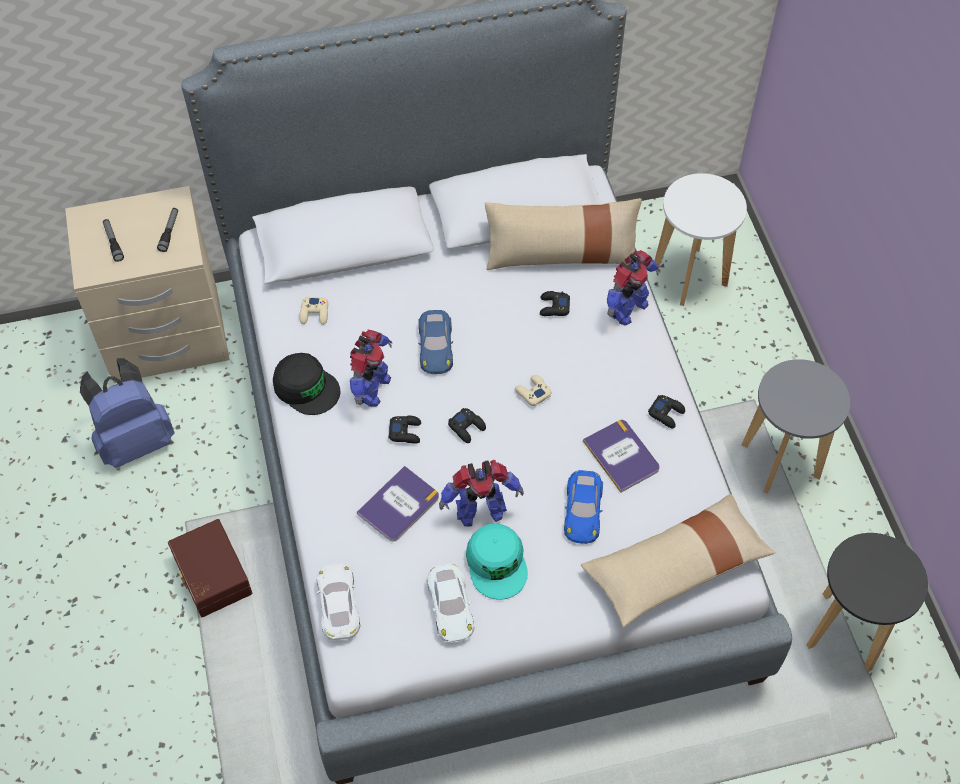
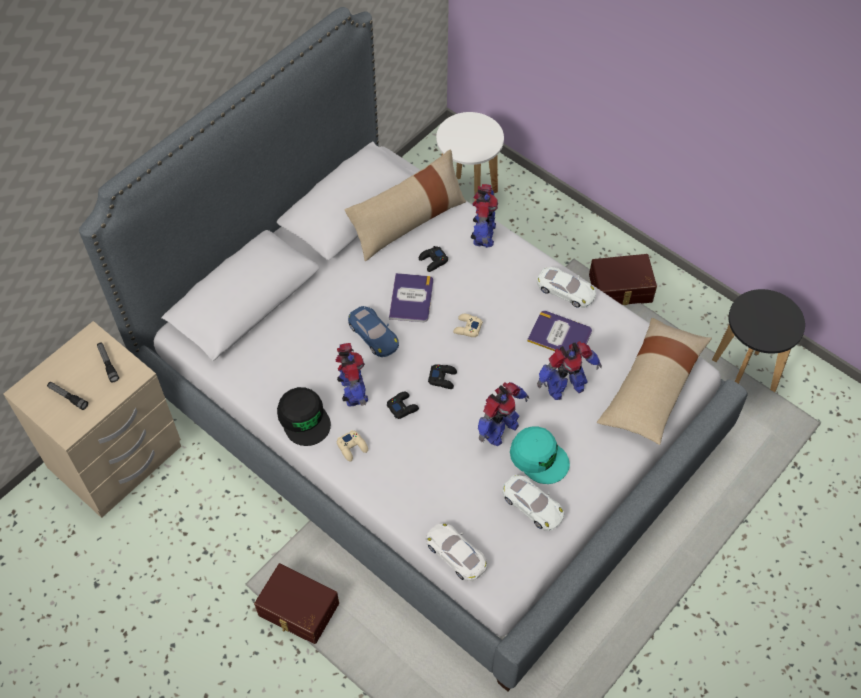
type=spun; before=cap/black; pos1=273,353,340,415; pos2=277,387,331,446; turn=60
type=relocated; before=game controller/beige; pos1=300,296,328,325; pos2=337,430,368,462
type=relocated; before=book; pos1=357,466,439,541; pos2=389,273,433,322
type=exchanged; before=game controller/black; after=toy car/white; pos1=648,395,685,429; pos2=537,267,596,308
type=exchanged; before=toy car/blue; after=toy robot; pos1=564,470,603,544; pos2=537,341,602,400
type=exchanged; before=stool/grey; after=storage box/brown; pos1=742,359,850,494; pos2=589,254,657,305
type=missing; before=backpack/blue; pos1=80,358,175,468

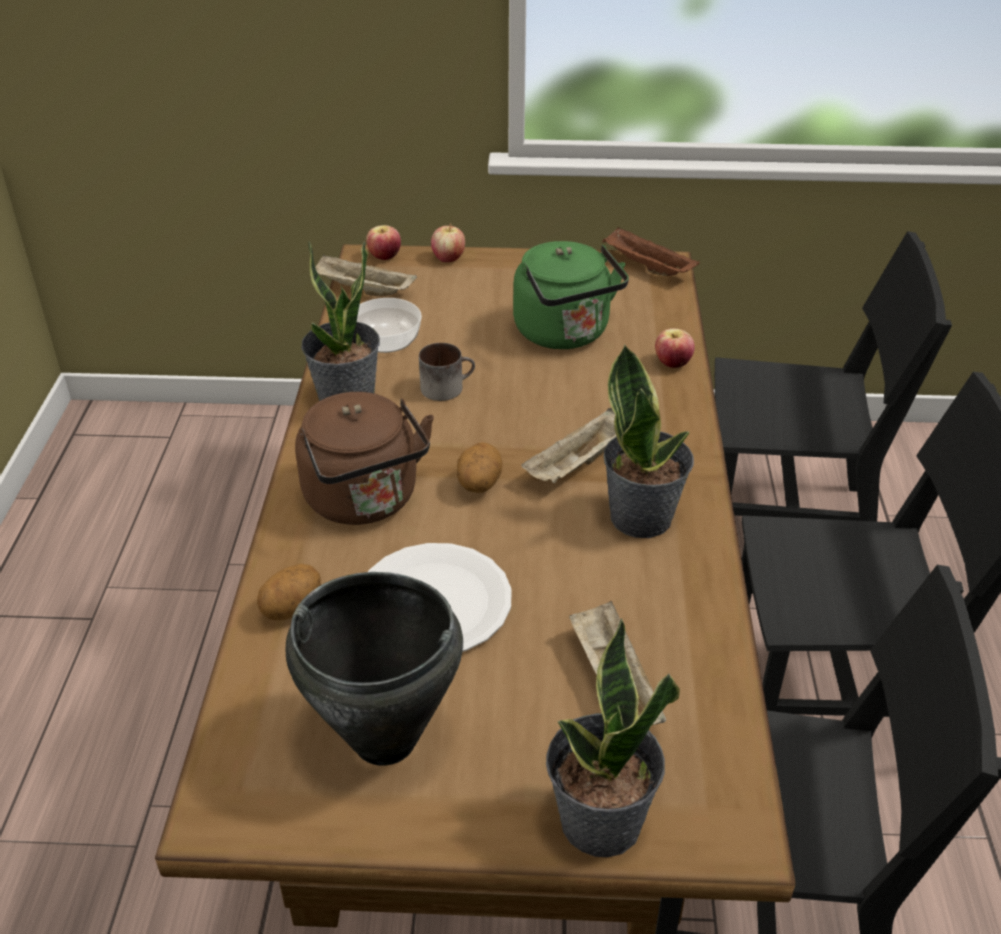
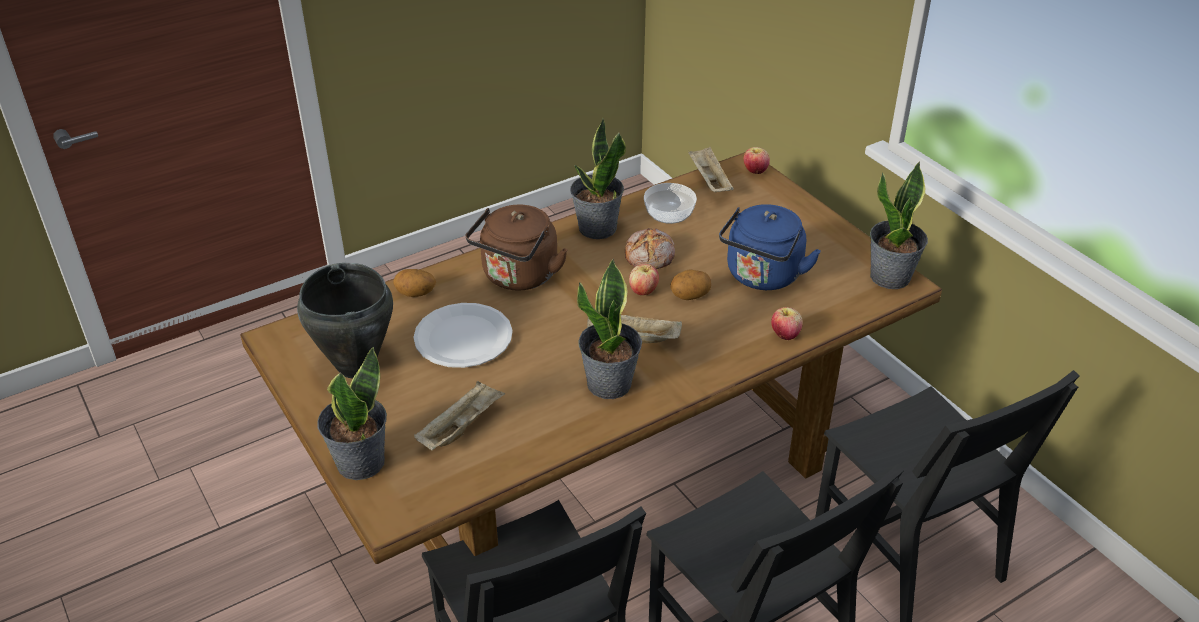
type=exchanged; before=mug; after=bread; pos1=419,343,475,401; pos2=625,228,675,269
type=relocated; before=apple; pos1=431,224,465,262; pos2=629,264,659,295
type=relocated; before=potato; pos1=457,442,502,493; pos2=670,269,711,300
type=colour; before=kettle/green; after=kettle/blue; pos1=513,241,629,349; pos2=719,204,821,290
type=exchanged; before=tray/brown; after=potted plant; pos1=602,227,700,276; pos2=870,161,928,289

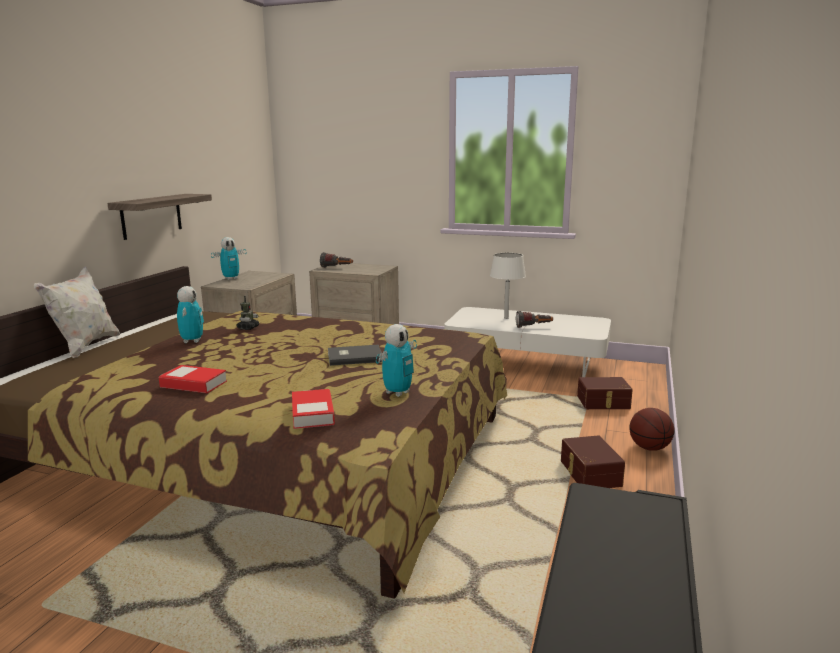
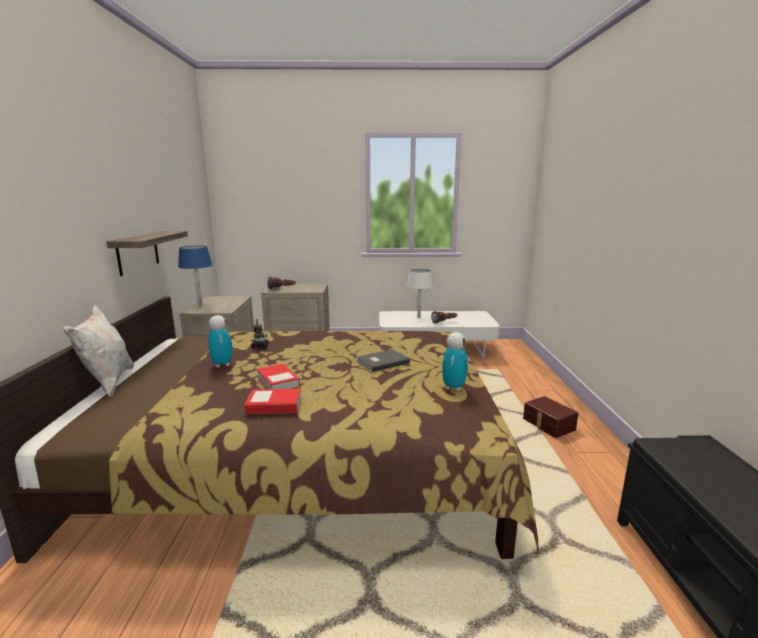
type=exchanged; before=toy robot; after=table lamp/blue; pos1=211,237,247,280; pos2=178,246,213,305
type=relocated; before=book; pos1=292,389,335,429; pos2=257,363,300,389
type=missing; before=storage box/brown; pos1=577,377,633,409
type=missing; before=basketball; pos1=629,408,674,451

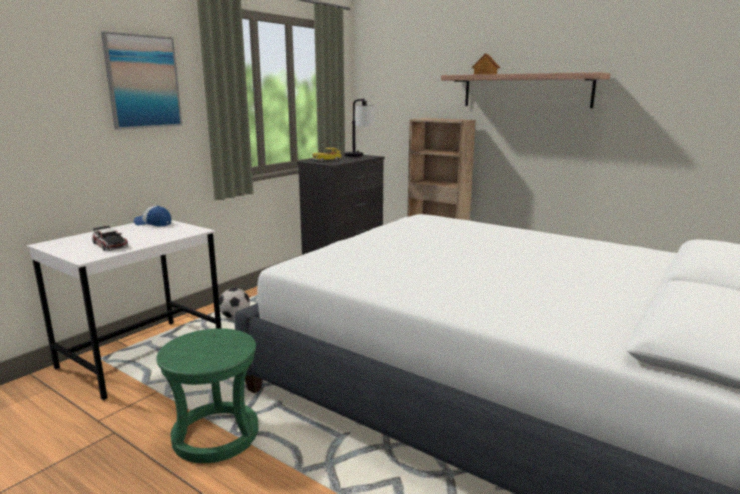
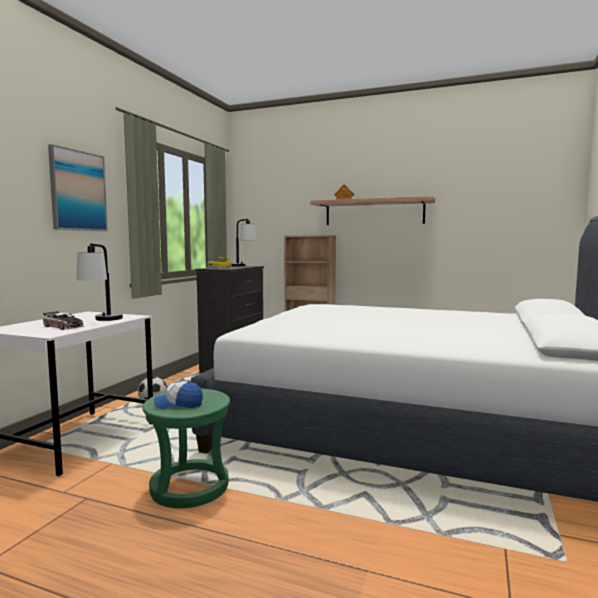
type=appeared; after=table lamp; pos2=76,243,123,321
type=relocated; before=cap; pos1=133,206,171,226; pos2=154,381,203,409

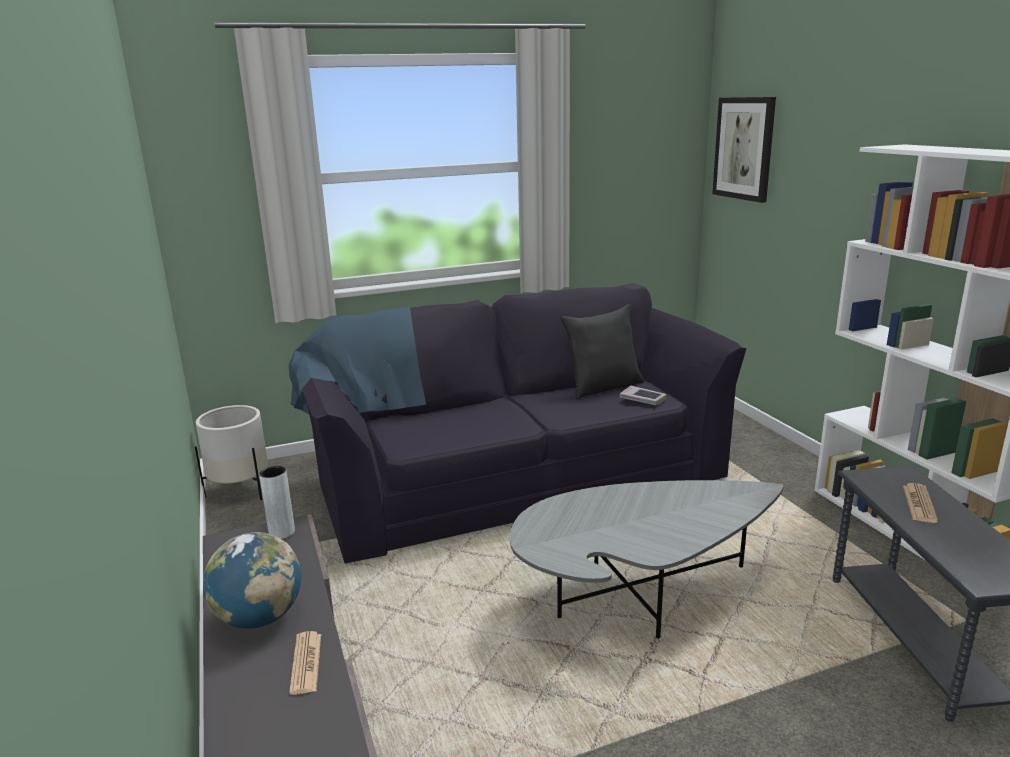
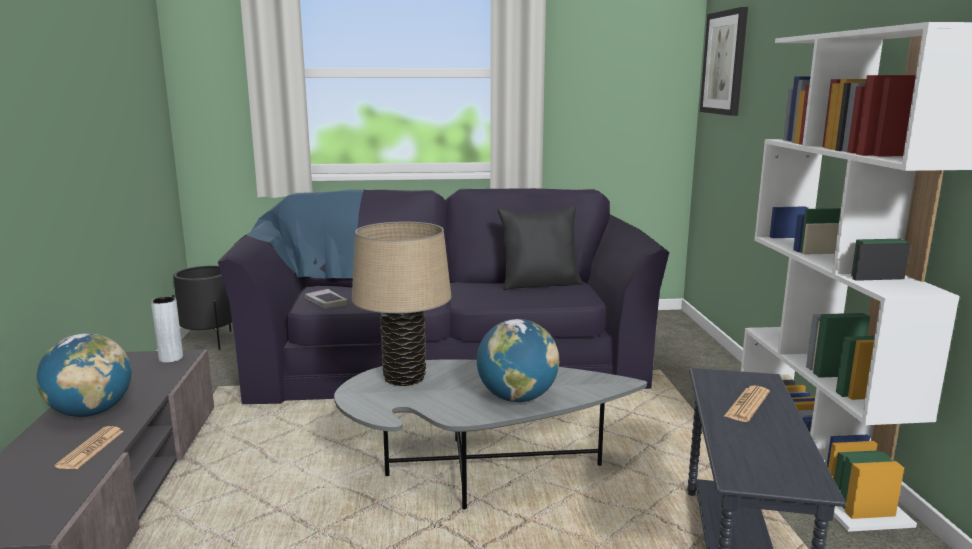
type=colour; before=planter/white; after=planter/black; pos1=195,405,268,500; pos2=172,265,232,350
type=relocated; before=book; pos1=620,386,667,405; pos2=305,289,348,308
type=appeared; after=table lamp/beige; pos2=352,222,451,386
type=appeared; after=globe; pos2=477,319,559,402

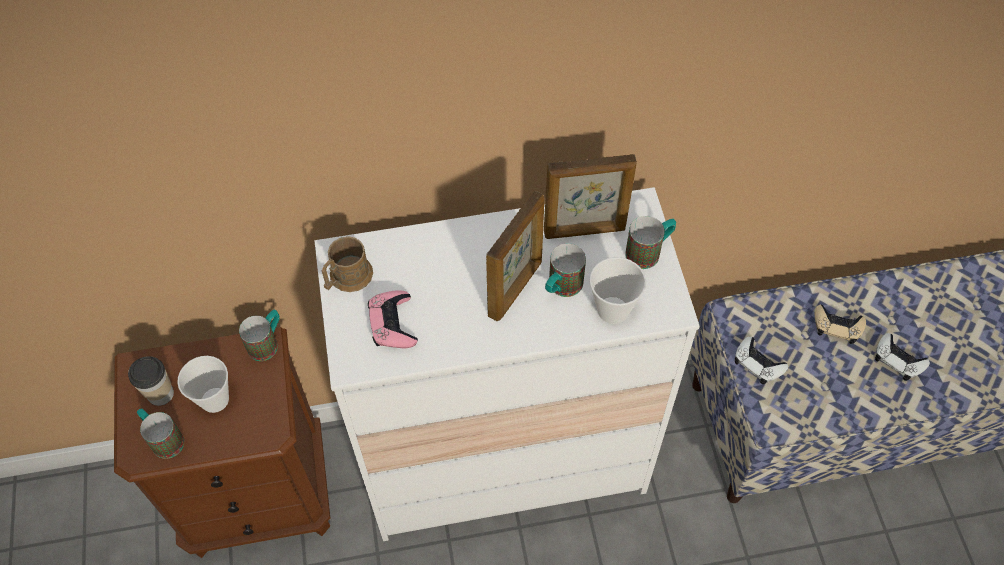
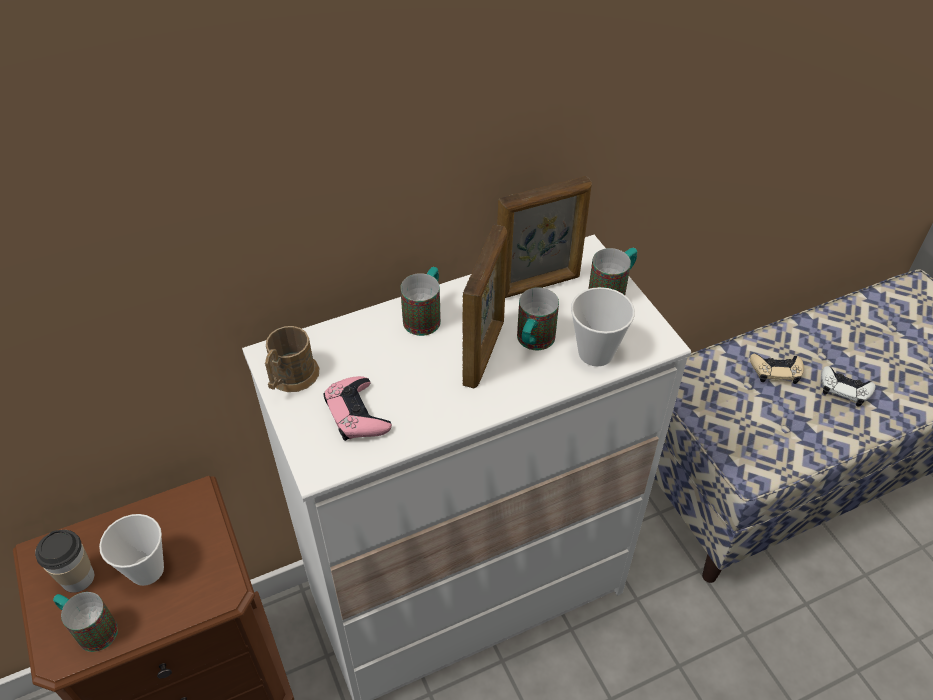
type=relocated; before=mug; pos1=239,310,280,361; pos2=400,267,441,336
type=missing; before=game controller/white; pos1=735,337,788,384

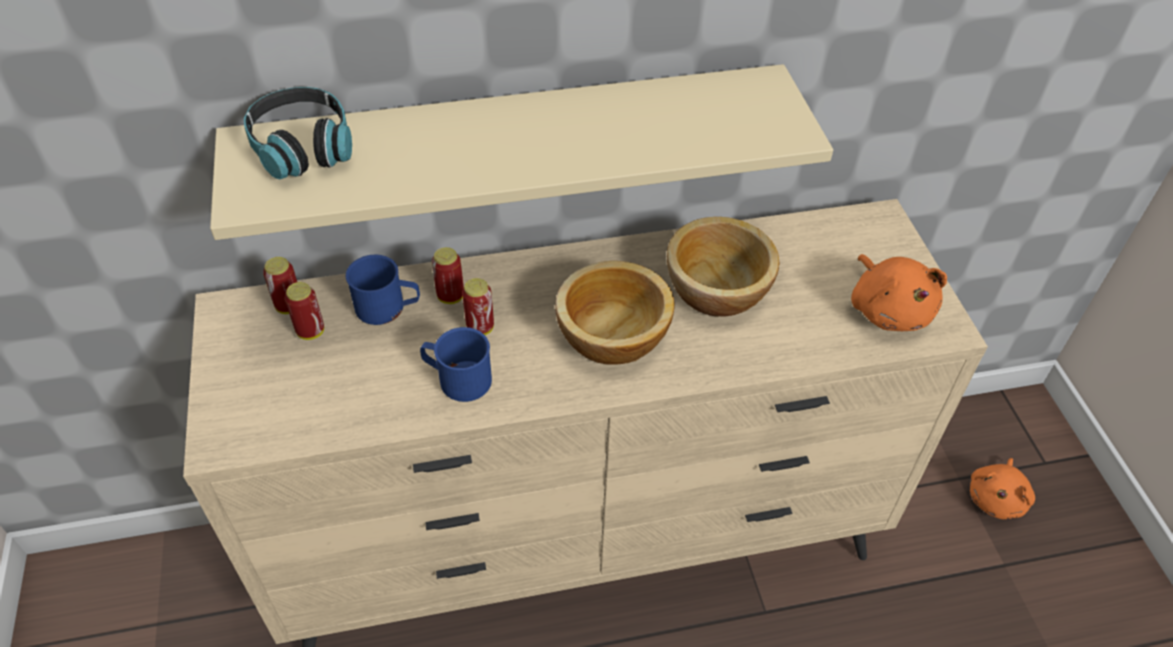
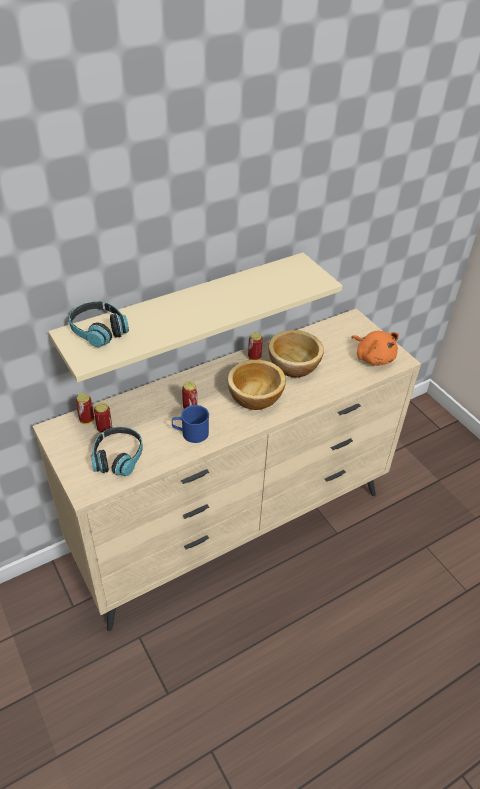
type=appeared; after=headphones; pos2=91,427,143,476
type=relocated; before=can; pos1=432,247,464,304; pos2=248,333,263,360
type=missing; before=mug/blue; pos1=346,255,420,325
type=missing; before=plush toy/orange; pos1=970,458,1035,519

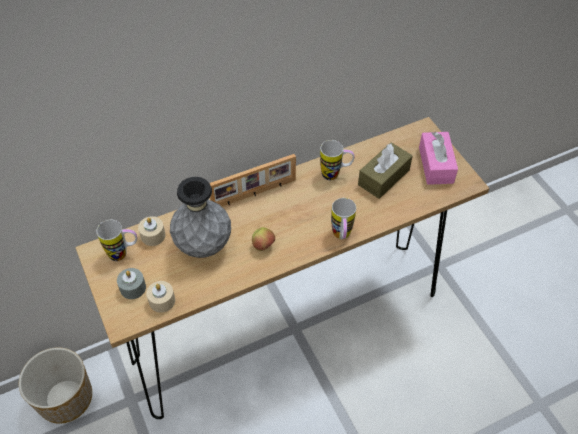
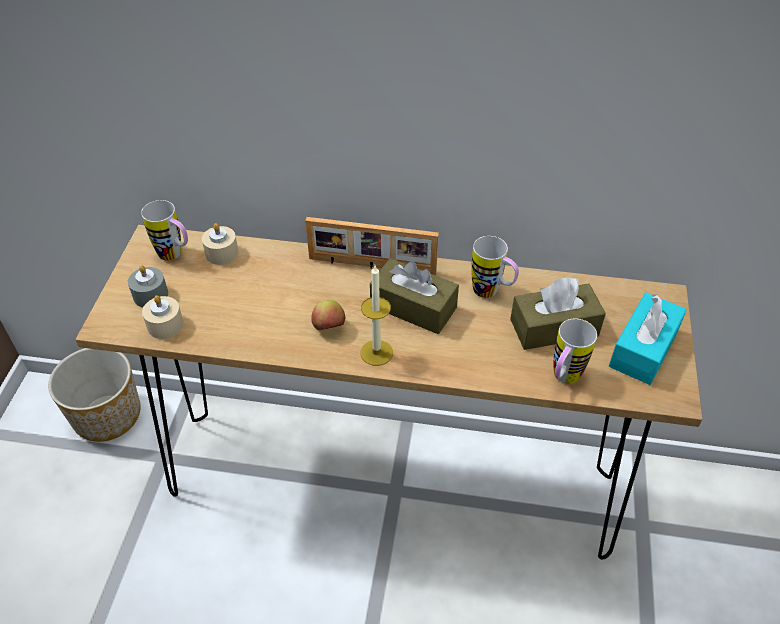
type=appeared; after=candle; pos2=360,266,393,366
type=appeared; after=tissue box/brown; pos2=370,258,459,334
type=relocated; before=mug; pos1=331,198,356,239; pos2=554,319,597,384
type=colour; before=tissue box/pink; after=tissue box/turquoise; pos1=419,132,458,185; pos2=609,293,687,385
type=missing; before=vase/grey; pos1=170,177,231,258

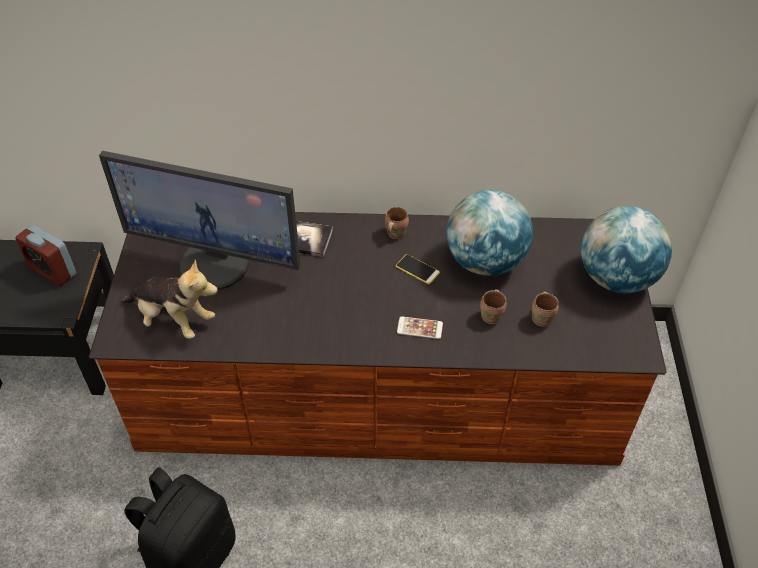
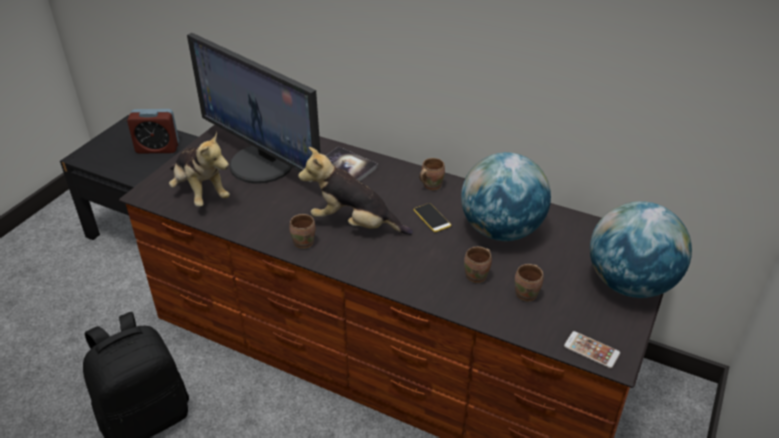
type=spun; before=alarm clock; pos1=15,224,76,287; pos2=127,109,179,153; turn=-60
type=appeared; after=mug/brown; pos2=289,214,315,249
type=appeared; after=plush toy; pos2=298,147,413,235
type=relocated; before=phone; pos1=397,316,443,339; pos2=564,331,620,368

